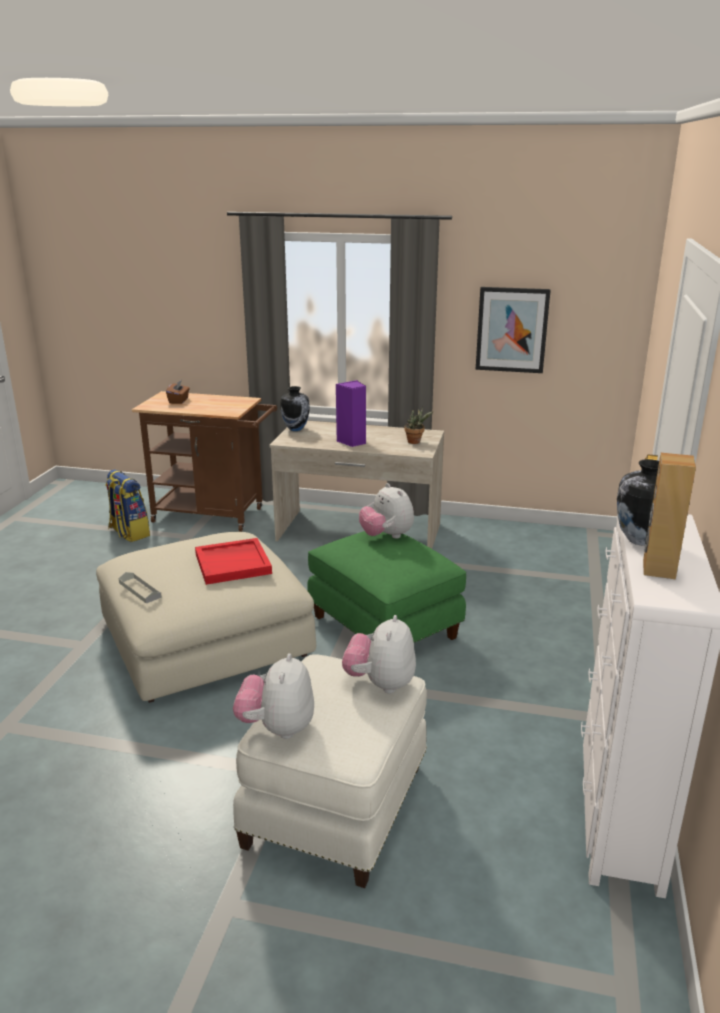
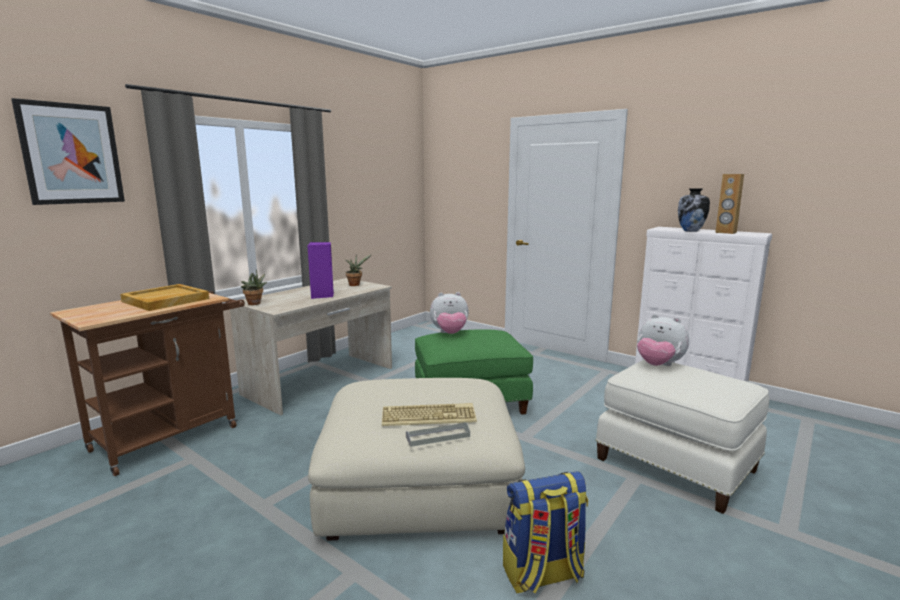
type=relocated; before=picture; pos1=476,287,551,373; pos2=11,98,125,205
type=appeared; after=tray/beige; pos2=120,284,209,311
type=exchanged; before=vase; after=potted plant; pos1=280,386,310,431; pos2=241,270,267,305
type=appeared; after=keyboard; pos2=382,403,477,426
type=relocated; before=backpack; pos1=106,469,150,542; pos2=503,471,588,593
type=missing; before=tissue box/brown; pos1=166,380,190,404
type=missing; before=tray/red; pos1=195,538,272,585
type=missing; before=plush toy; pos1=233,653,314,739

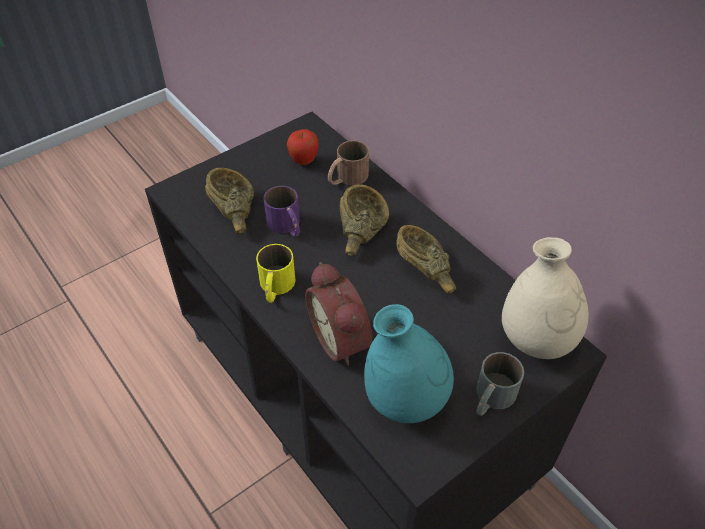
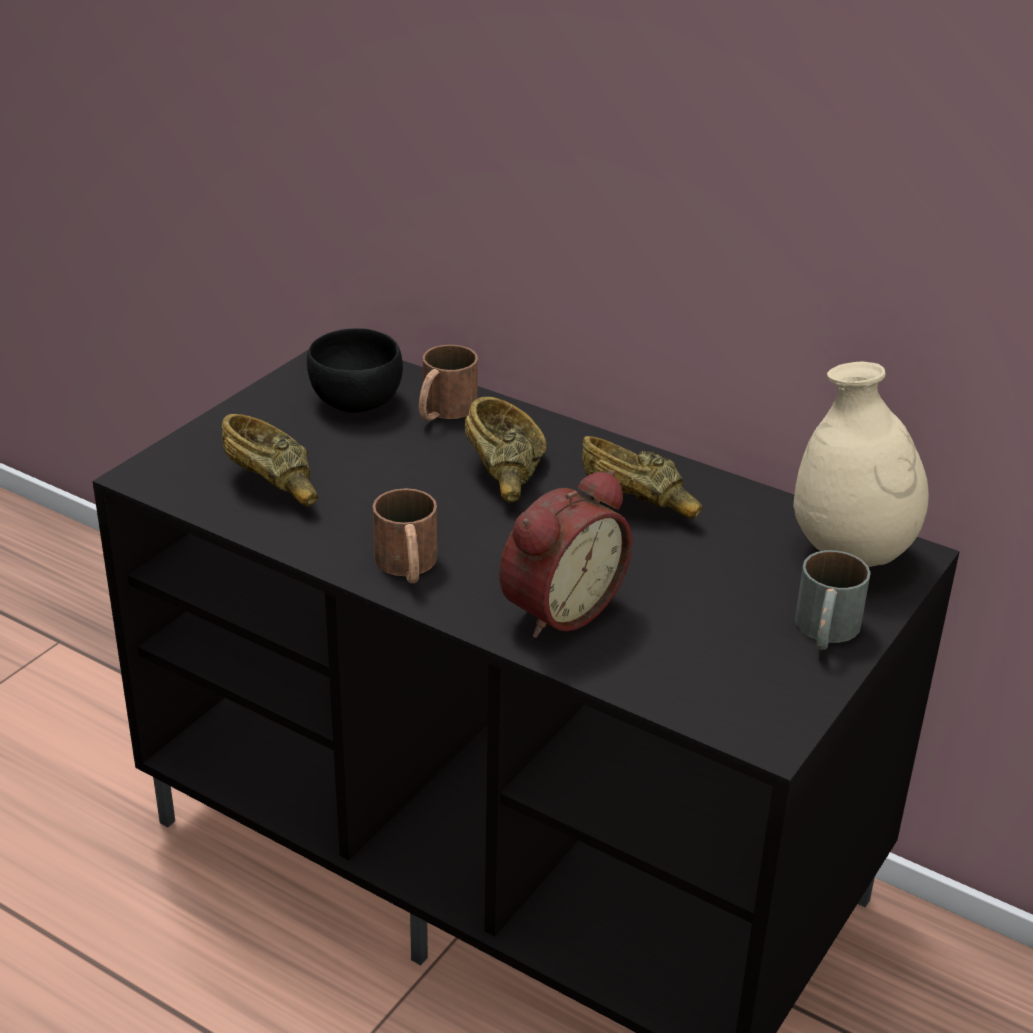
type=exchanged; before=apple; after=bowl/black; pos1=287,129,319,165; pos2=307,328,403,413
type=colour; before=mug/yellow; after=mug/brown; pos1=256,244,296,303; pos2=373,488,437,584
type=spun; before=alarm clock; pos1=305,262,372,366; pos2=499,470,632,638; turn=-90
type=missing; before=mug/purple; pos1=263,186,300,237
type=missing; before=vase/turquoise; pos1=364,304,454,423

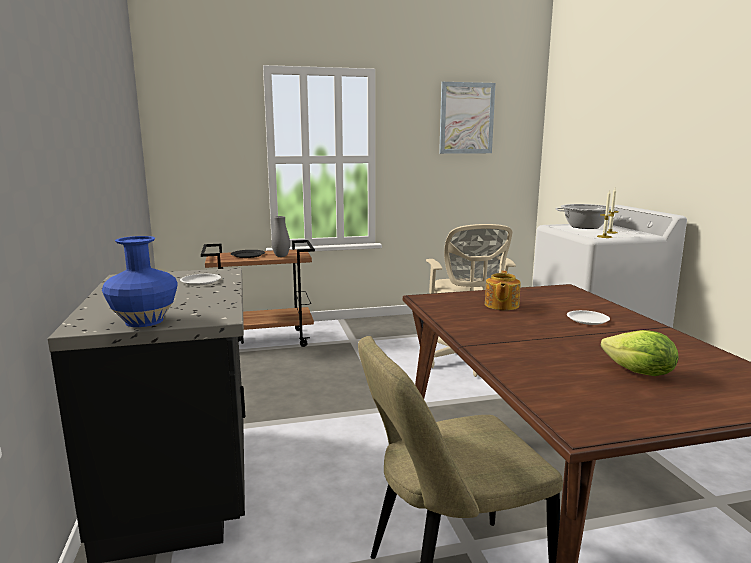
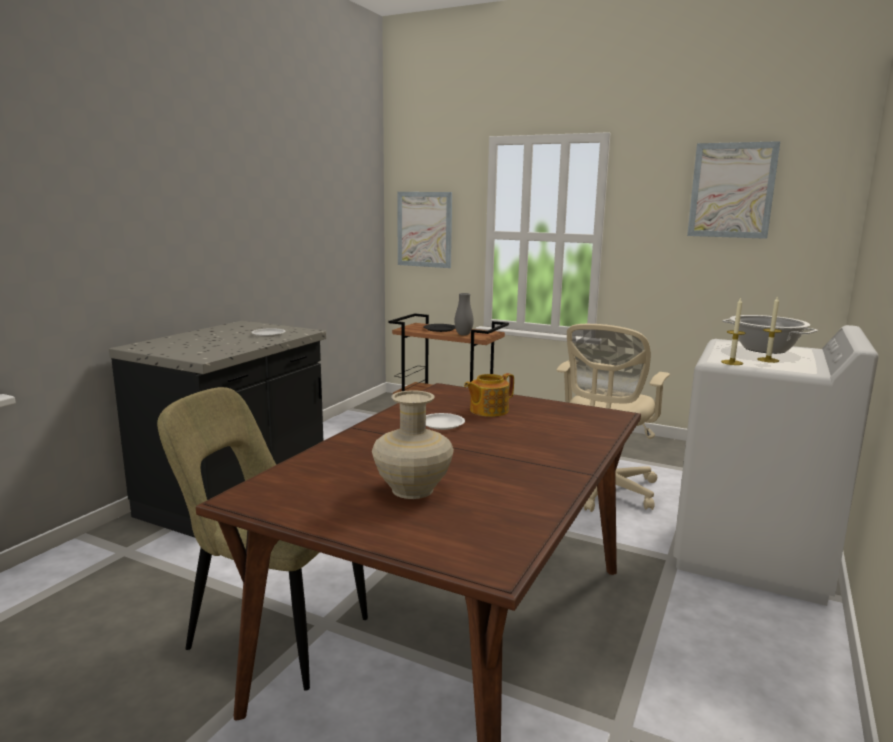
type=exchanged; before=lettuce; after=vase/beige; pos1=601,330,679,376; pos2=372,390,454,499
type=appeared; after=picture; pos2=397,192,452,268
type=relocated; before=plate/white; pos1=567,310,610,325; pos2=426,413,465,430
type=missing; before=vase/blue; pos1=102,236,178,327

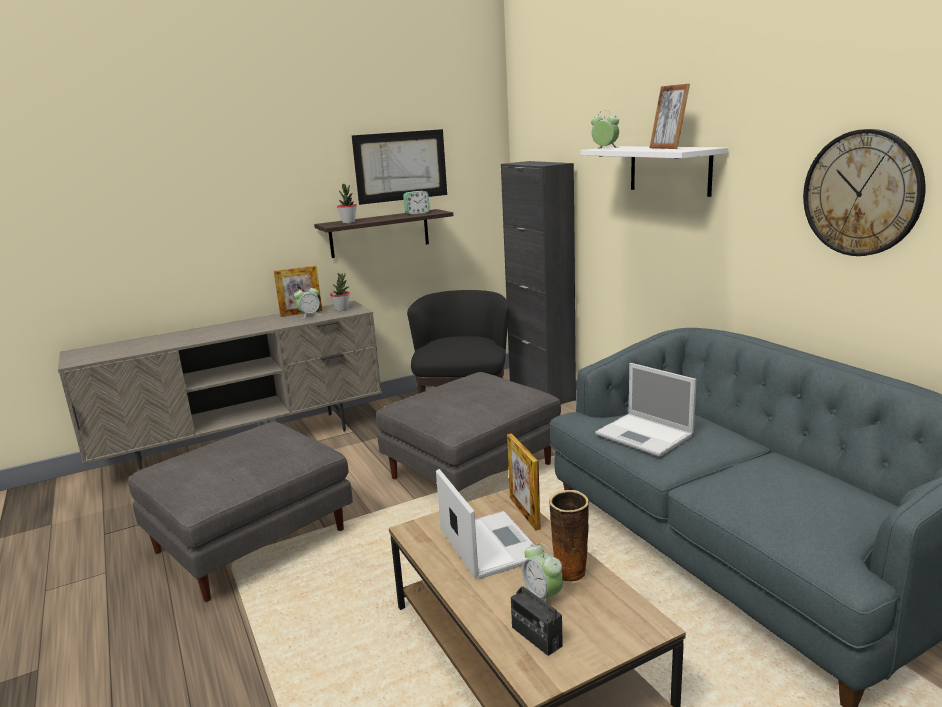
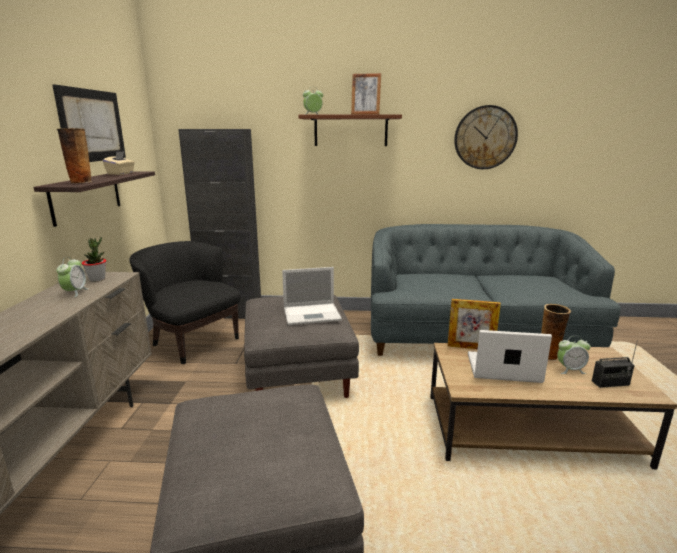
type=exchanged; before=potted plant; after=vase; pos1=337,184,357,223; pos2=57,128,92,183
type=exchanged; before=alarm clock; after=tissue box/beige; pos1=403,191,430,215; pos2=103,151,135,175
type=relocated; before=laptop; pos1=595,363,697,457; pos2=282,267,342,325
type=colour; before=shelf/white; after=shelf/brown; pos1=581,146,728,197; pos2=298,114,402,146
type=missing; before=picture frame; pos1=274,266,322,317

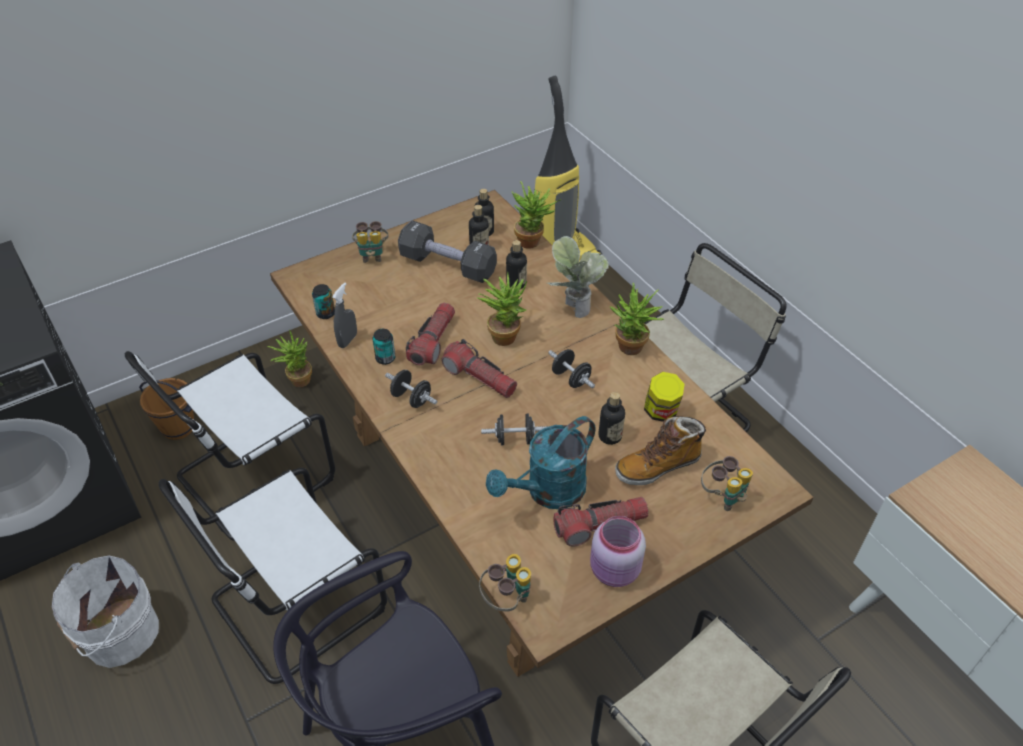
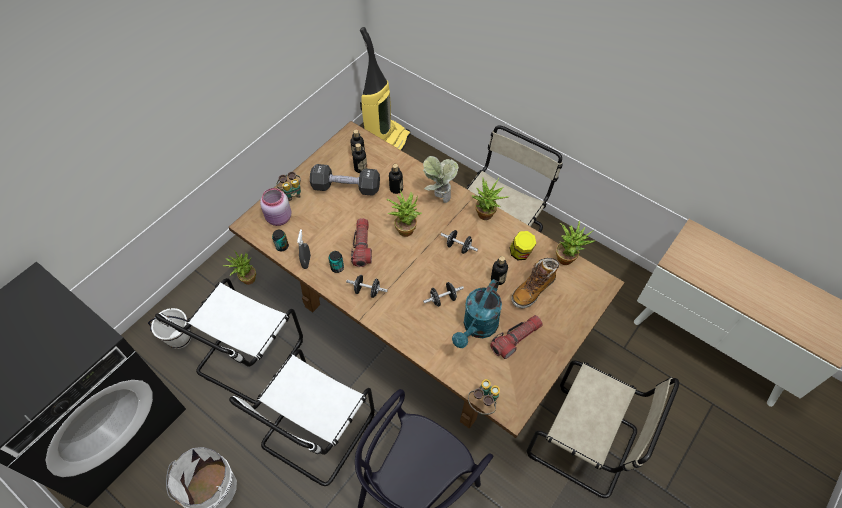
type=colour; before=bucket/brown; after=bucket/white; pos1=139,378,195,440; pos2=148,308,191,349
type=relocated; before=jar/pink; pos1=590,516,646,587; pos2=260,188,291,226
type=relocated; before=potted plant; pos1=511,181,561,249; pos2=556,221,595,265
type=missing; before=flashlight; pos1=441,339,517,398
type=missing; before=binoculars; pos1=701,456,753,511

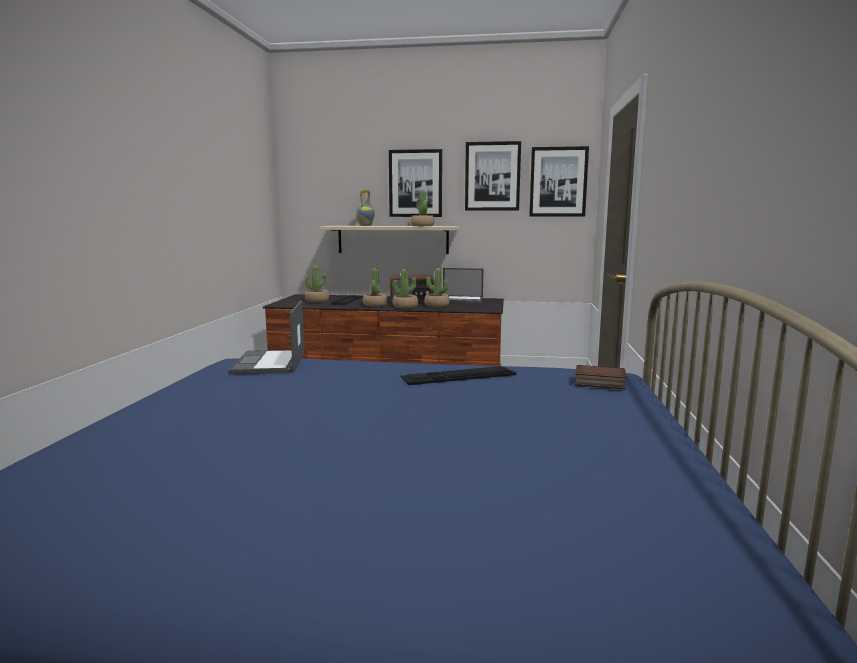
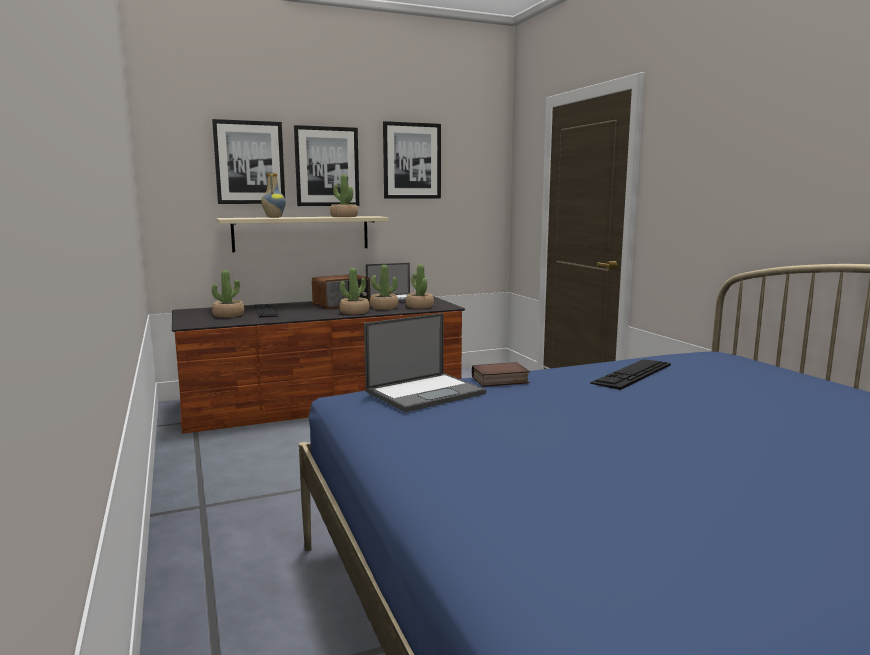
type=relocated; before=picture; pos1=529,146,589,216; pos2=212,119,285,204
type=spun; before=laptop; pos1=228,300,305,375; pos2=364,313,486,412; turn=-90
type=relocated; before=potted plant; pos1=363,268,388,307; pos2=406,264,434,309
type=relocated; before=book; pos1=575,365,627,389; pos2=472,362,530,387

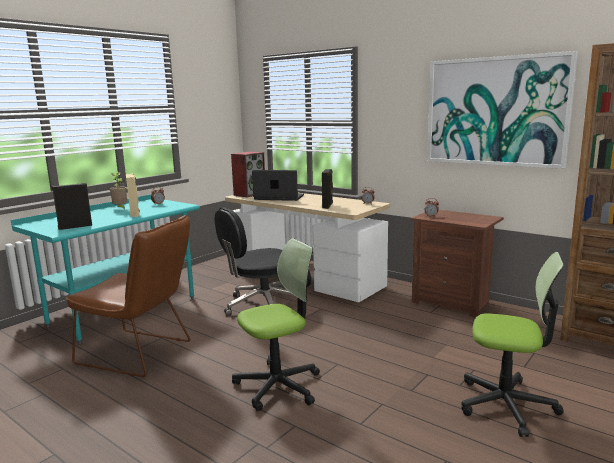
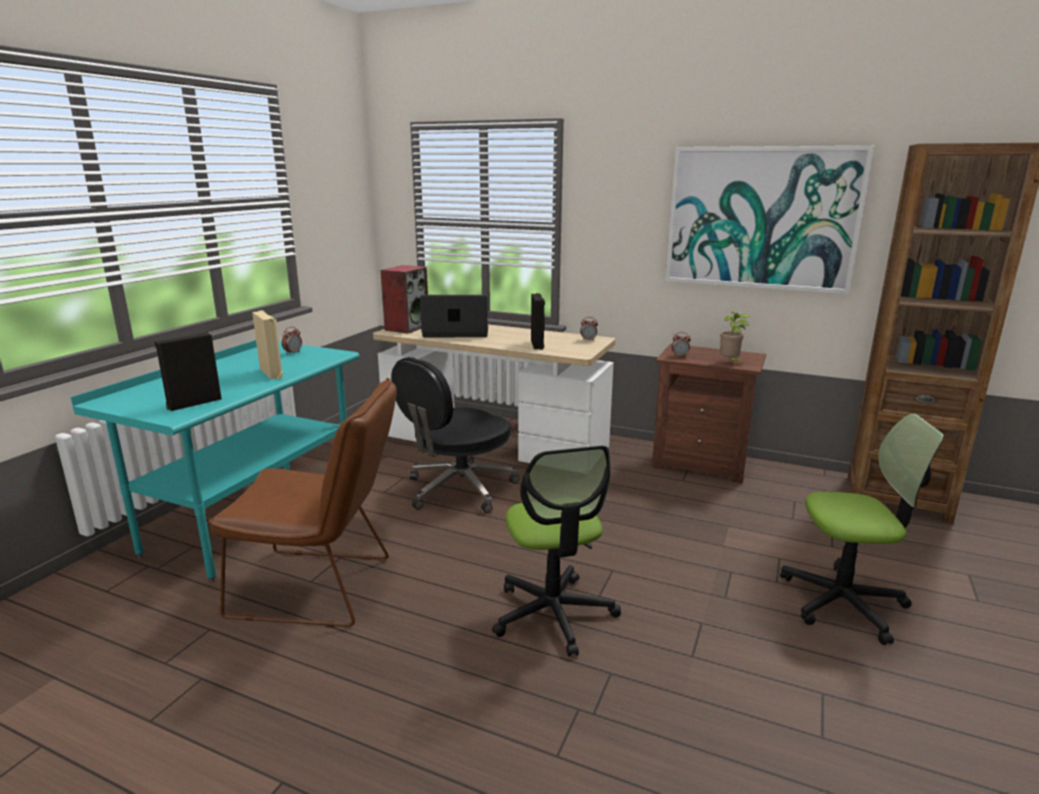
type=spun; before=office chair; pos1=232,238,320,411; pos2=492,445,621,657; turn=120
type=relocated; before=potted plant; pos1=110,172,127,210; pos2=720,312,750,364

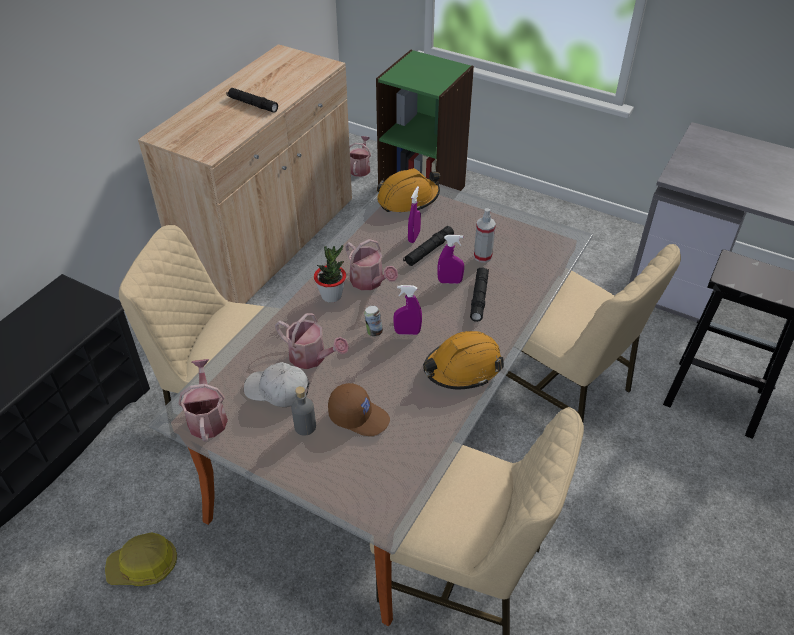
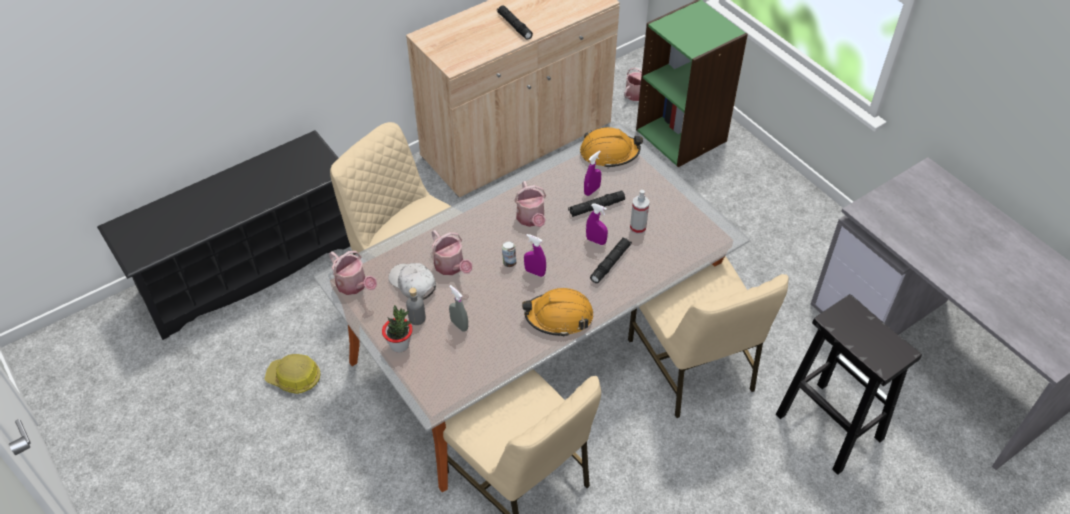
type=spun; before=watering can; pos1=179,359,228,442; pos2=329,251,377,295; turn=120
type=relocated; before=potted plant; pos1=314,245,346,303; pos2=382,305,413,352
type=exchanged; before=cap/brown; after=spray bottle/grey; pos1=328,383,390,436; pos2=449,285,468,332

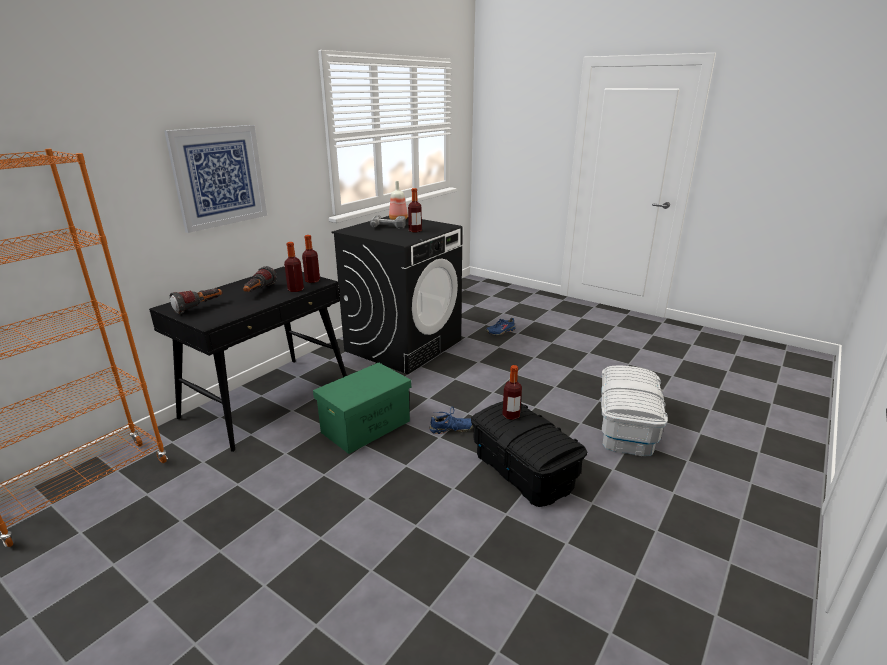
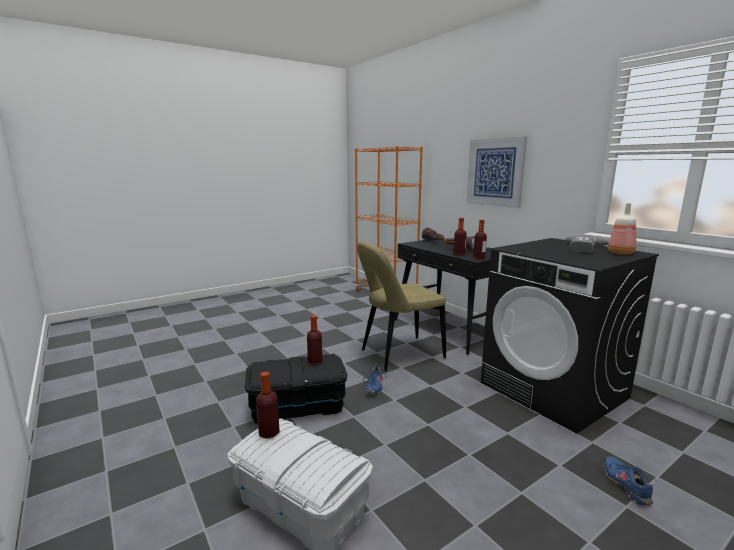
type=relocated; before=bottle; pos1=408,188,422,232; pos2=256,372,280,439
type=exchanged; before=storage box/green; after=chair/beige; pos1=313,362,411,454; pos2=357,241,446,371

